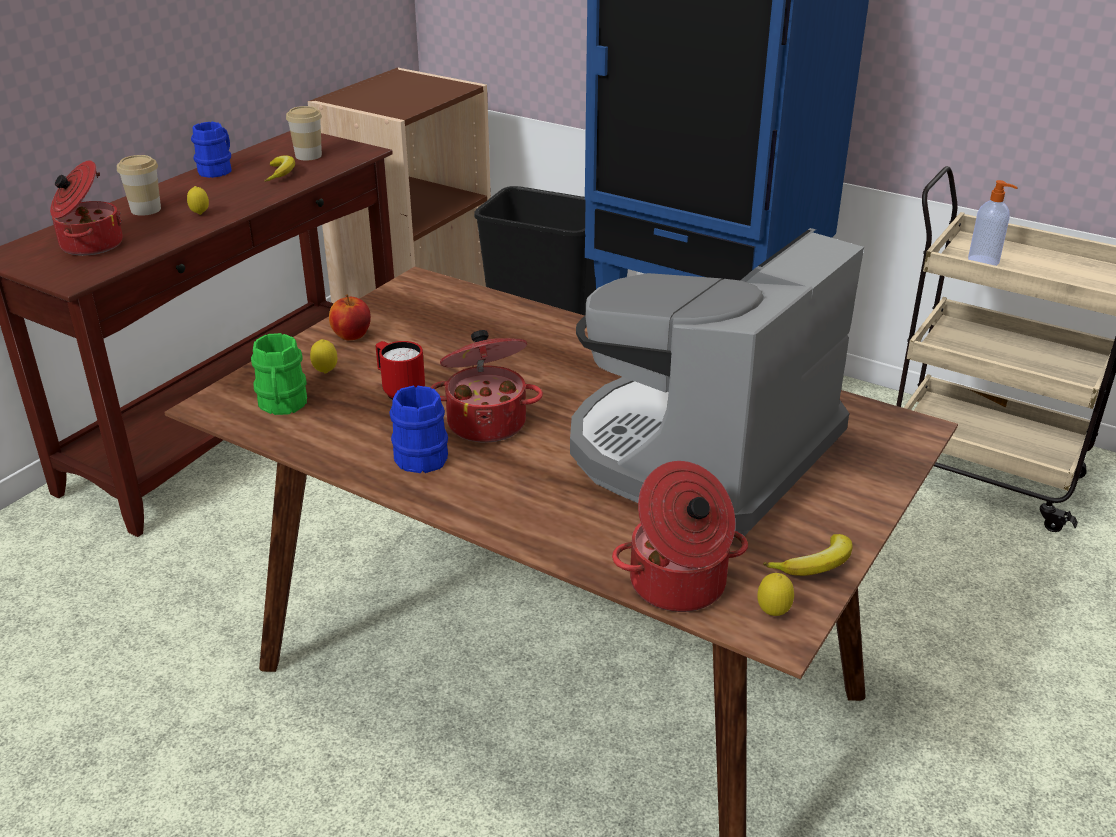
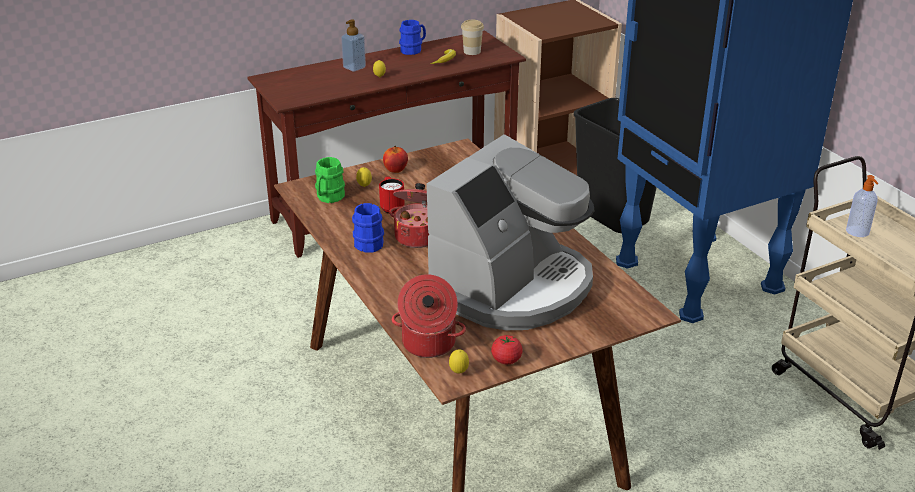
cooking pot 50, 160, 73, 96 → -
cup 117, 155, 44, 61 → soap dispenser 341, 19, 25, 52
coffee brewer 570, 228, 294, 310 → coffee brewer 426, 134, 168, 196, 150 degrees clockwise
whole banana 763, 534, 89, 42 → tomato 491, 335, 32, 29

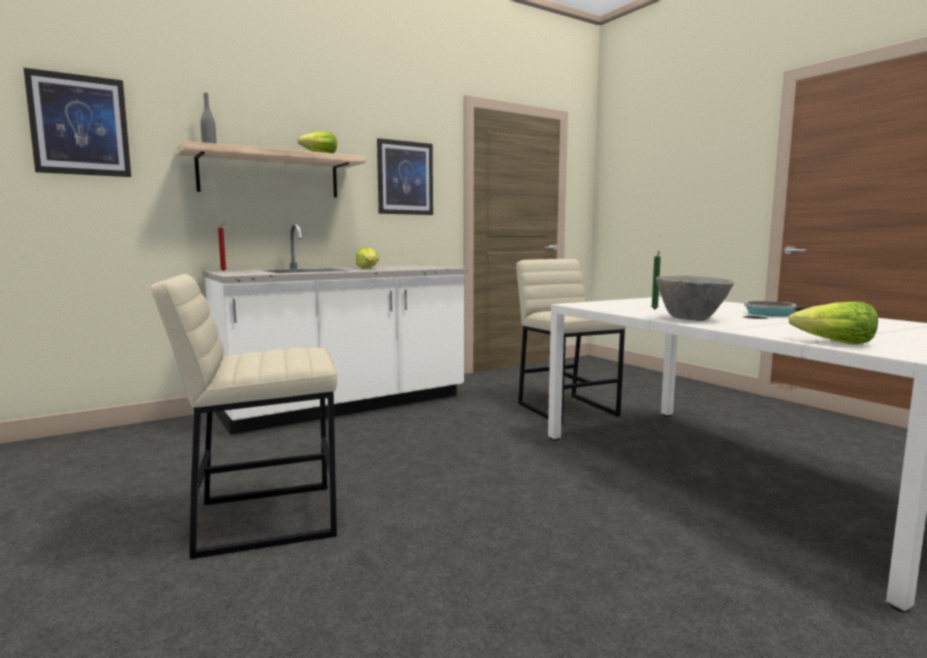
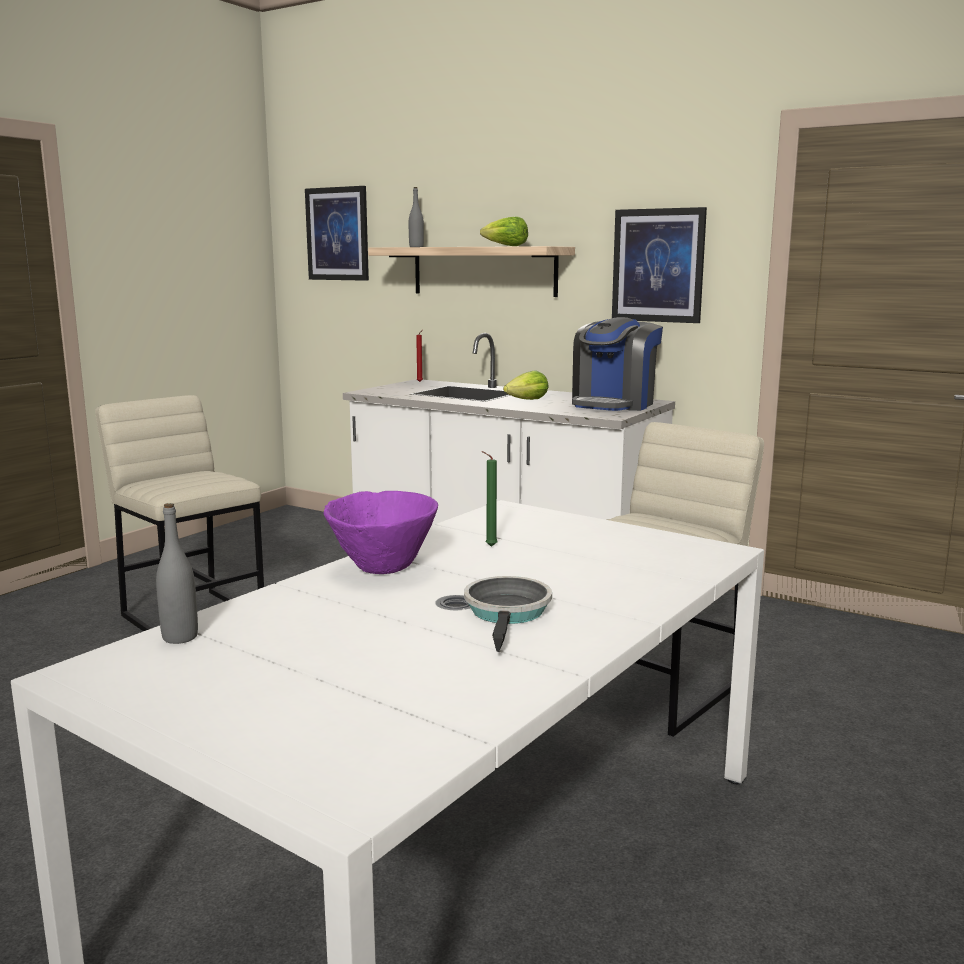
greyish serving bowl 656, 276, 78, 45 → purple serving bowl 323, 491, 115, 83
lettuce 789, 302, 89, 42 → greyish drink bottle 156, 503, 42, 141
- → coffee brewer 572, 317, 91, 94

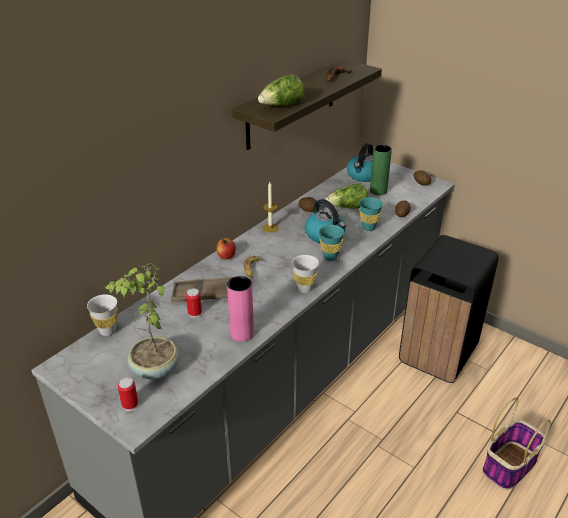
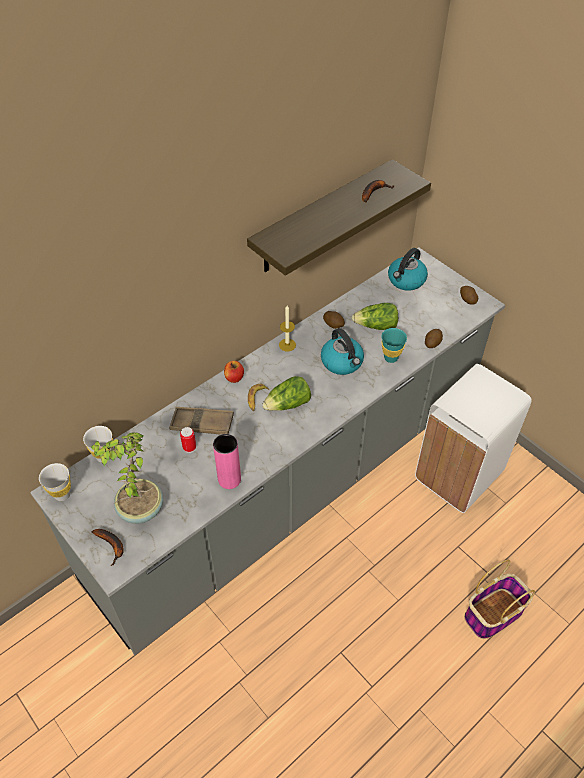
sealed can 118, 377, 20, 34 → whole banana 92, 529, 32, 37
lettuce 258, 74, 46, 32 → lettuce 262, 376, 49, 35, shifted
white cup 292, 255, 27, 38 → white cup 39, 463, 32, 38, shifted
turquoise cup 319, 225, 25, 36 → -
green-coloured decorative vase 370, 145, 22, 50 → -
black trash can 399, 235, 100, 148 → white trash can 415, 364, 117, 149

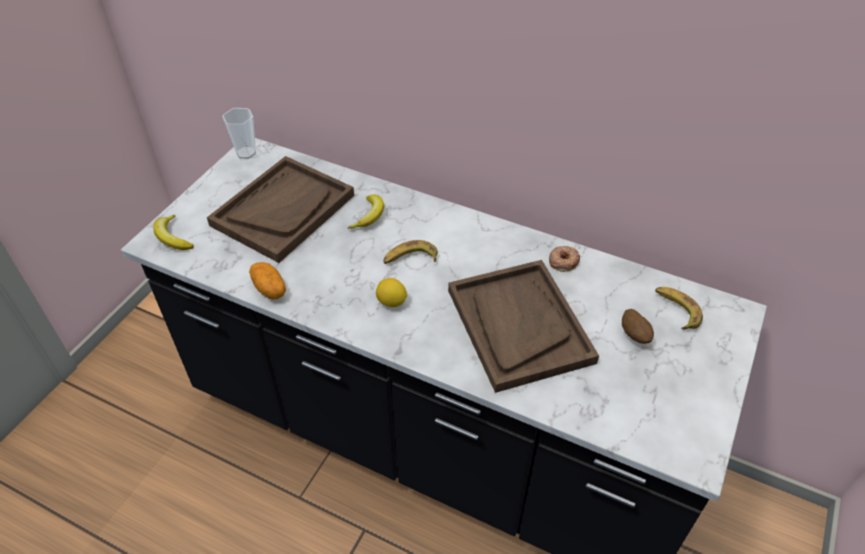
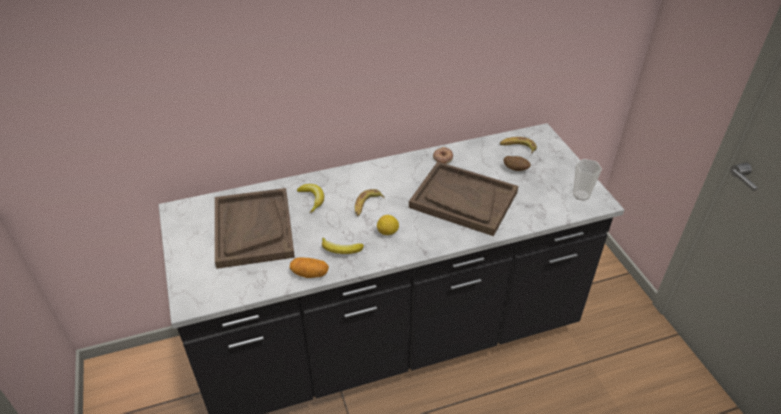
whole banana 153, 215, 41, 35 → whole banana 322, 238, 42, 16, shifted
cup 222, 108, 34, 51 → cup 573, 159, 29, 42, shifted

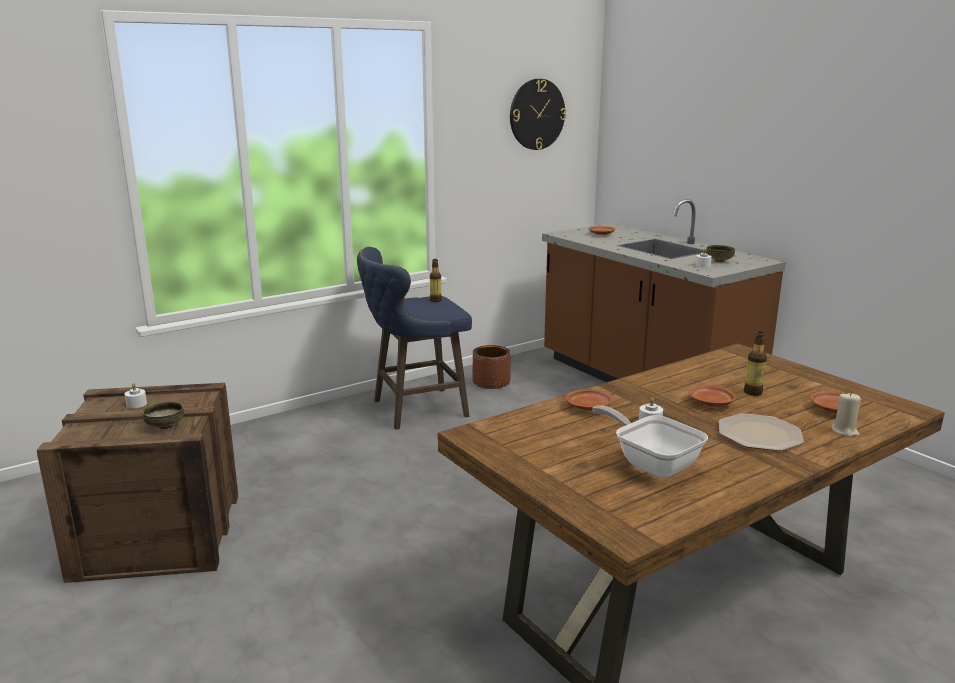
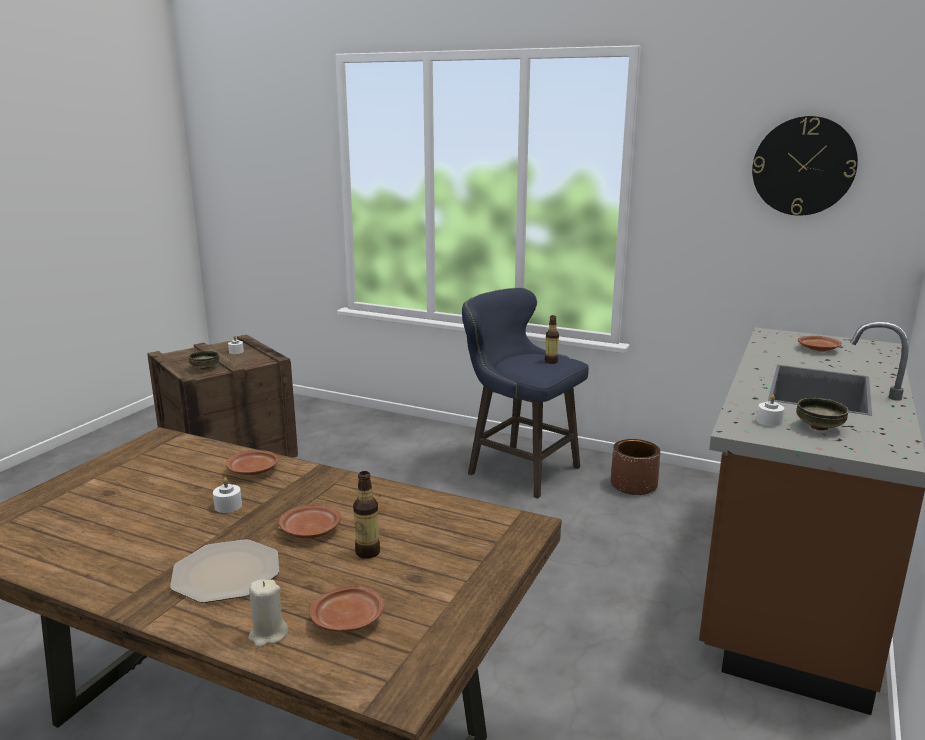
frying pan 592, 405, 116, 73 → -

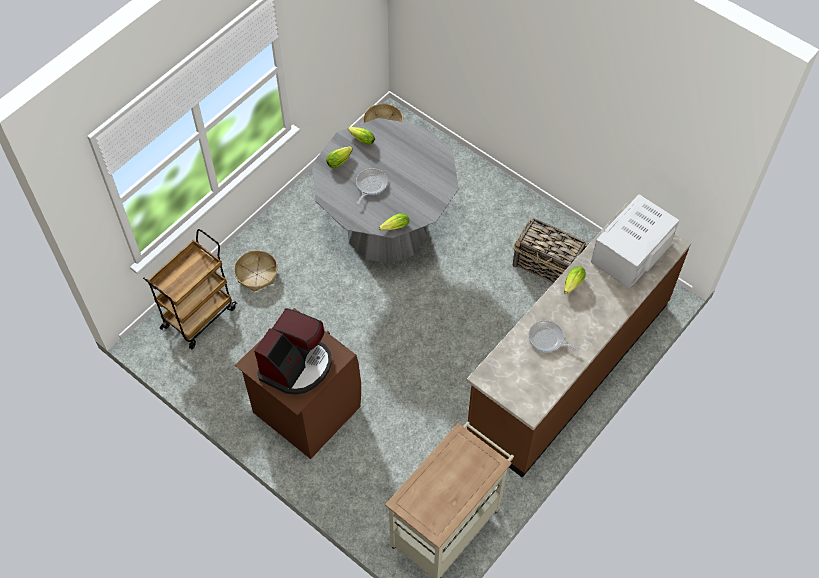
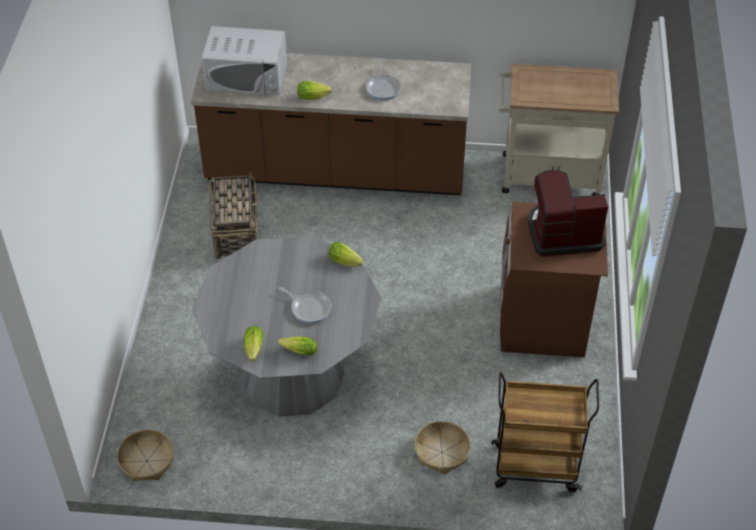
frying pan 356, 168, 32, 37 → frying pan 279, 287, 52, 37, 135 degrees counterclockwise

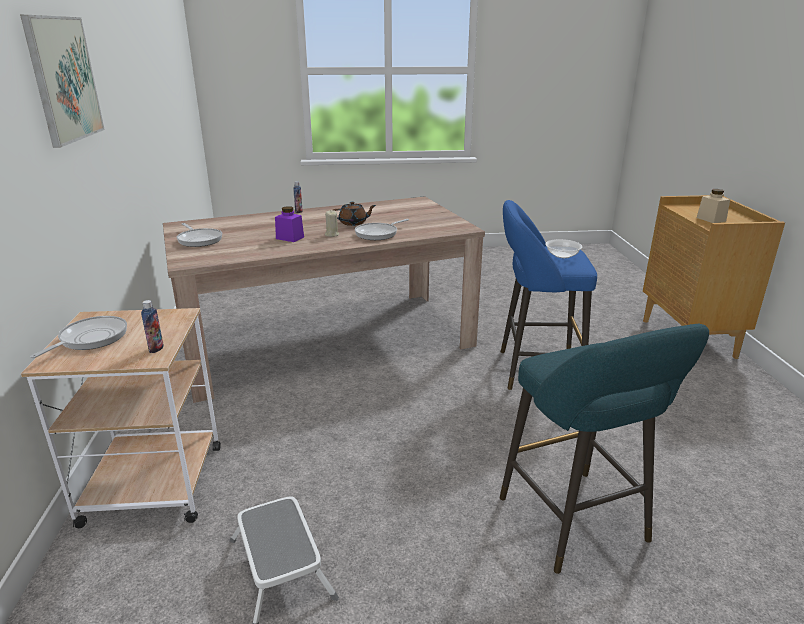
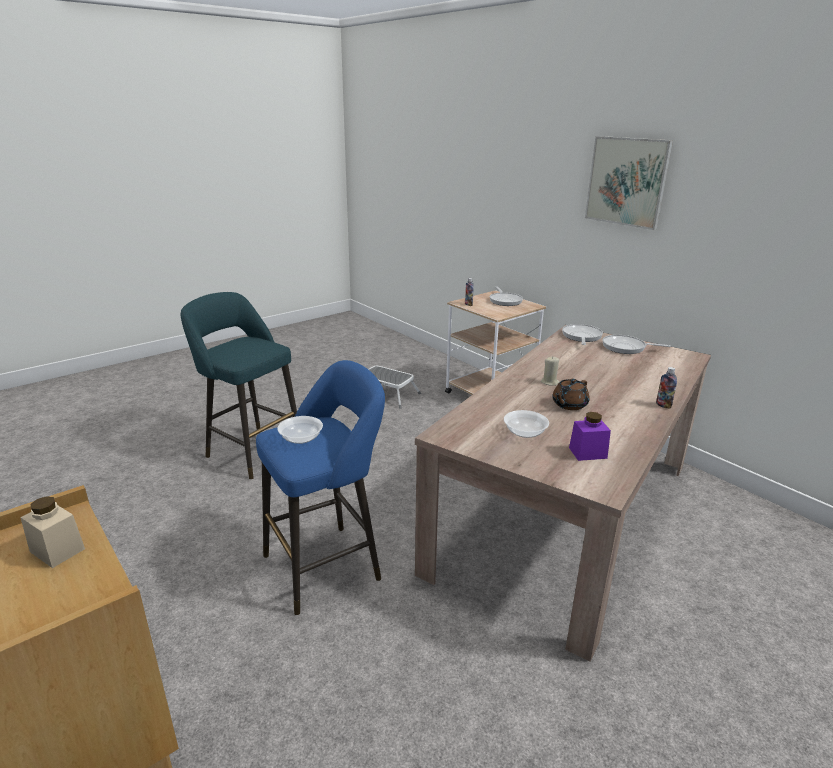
purple storage jar 275, 206, 29, 36 → purple storage jar 569, 412, 42, 49, shifted
frying pan 355, 219, 54, 21 → frying pan 562, 324, 41, 21, shifted
- → serving bowl 504, 410, 45, 28

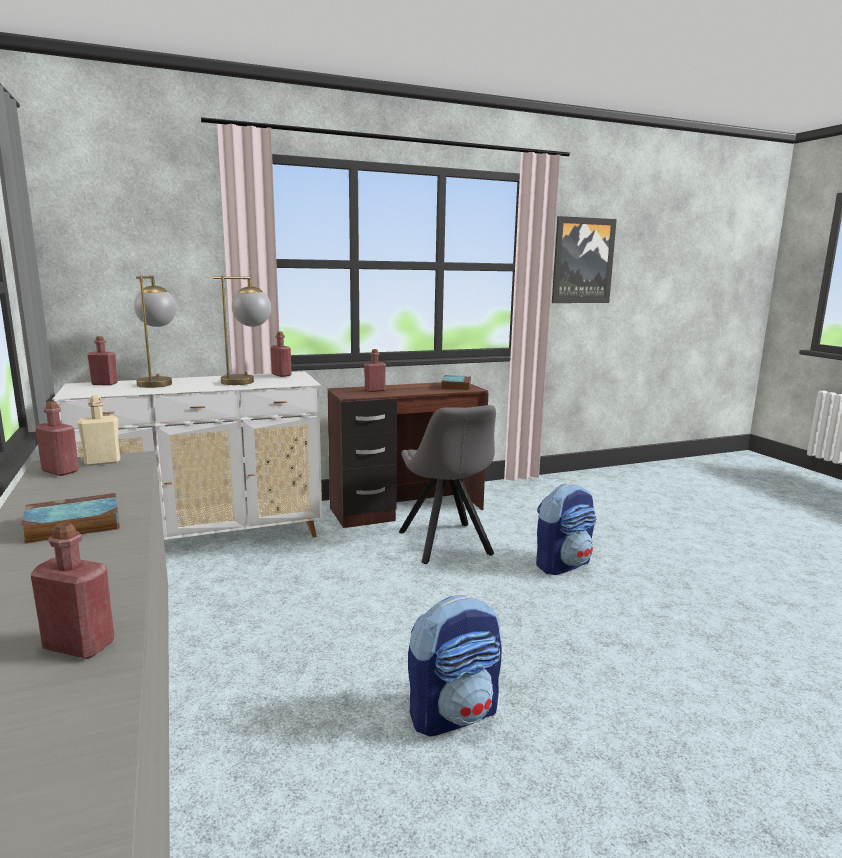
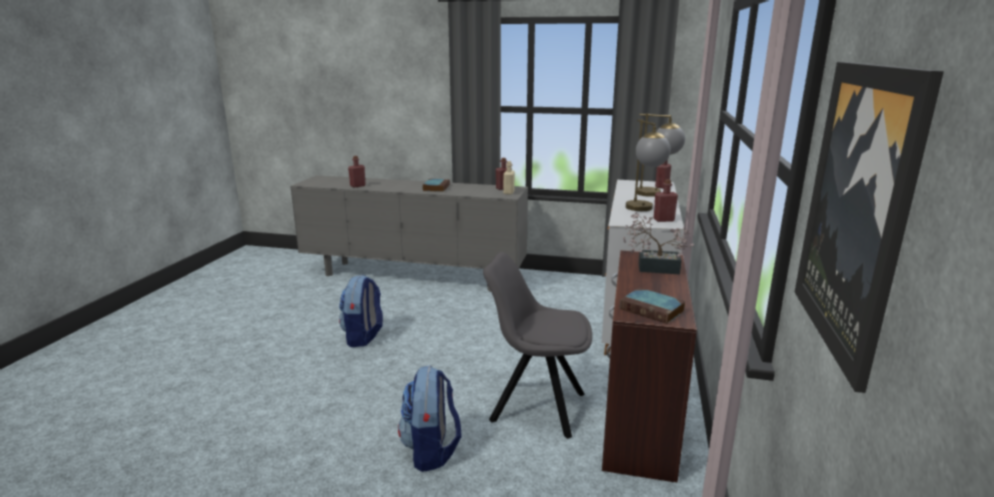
red drink bottle 364, 349, 22, 43 → houseplant 623, 212, 71, 63

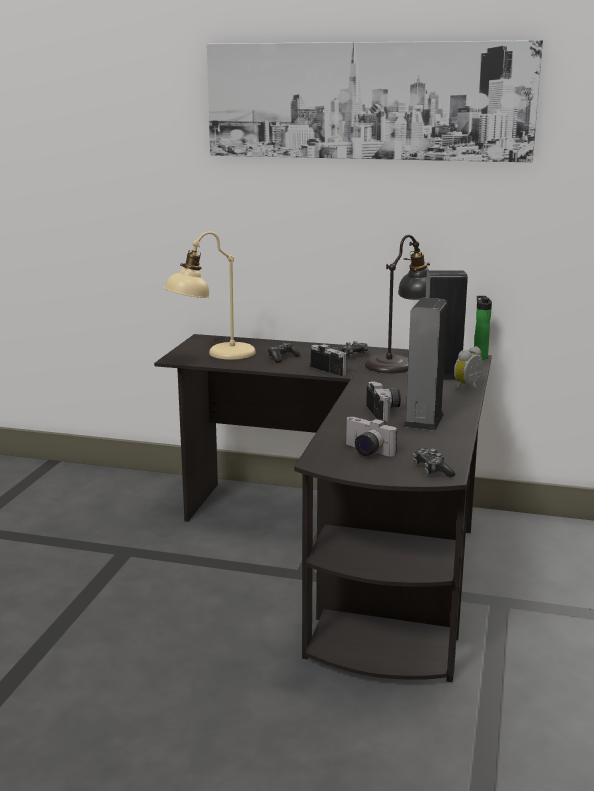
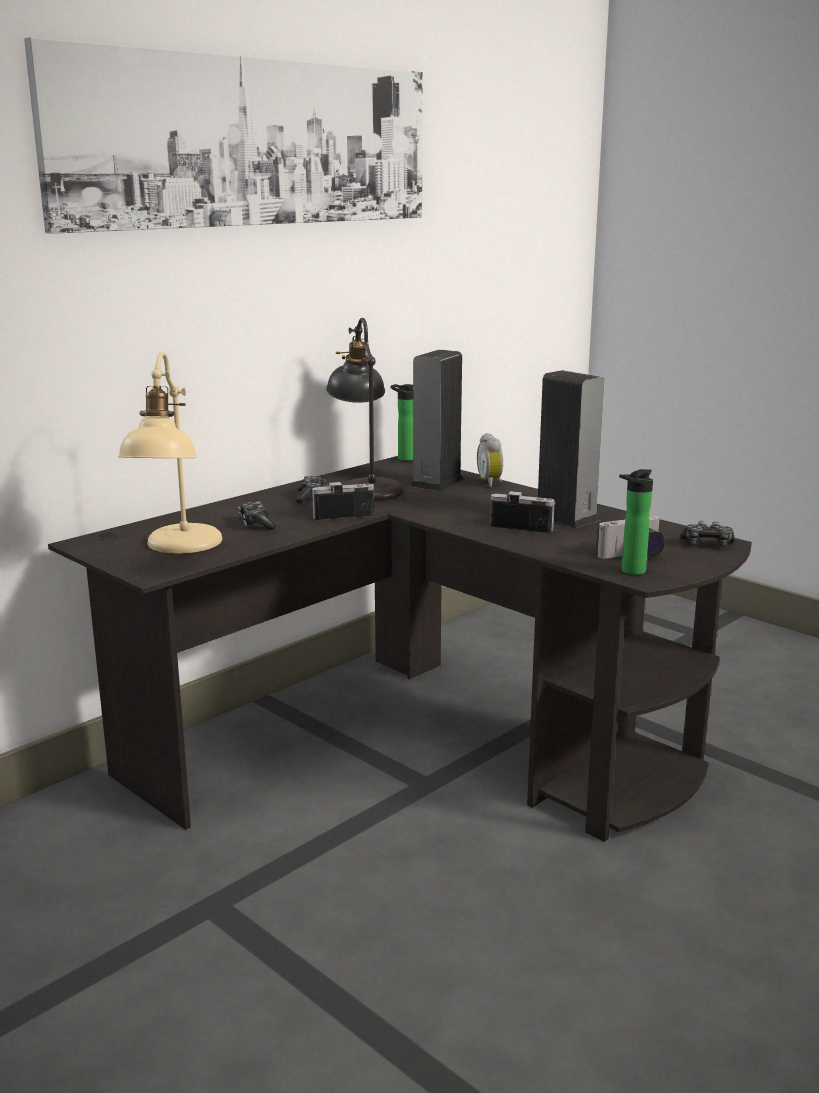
- → drink bottle 619, 469, 34, 106

